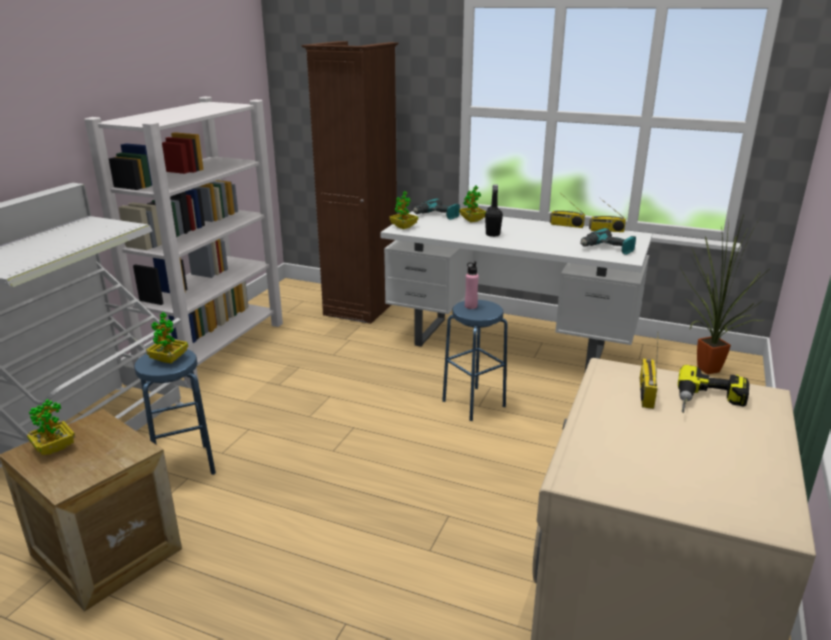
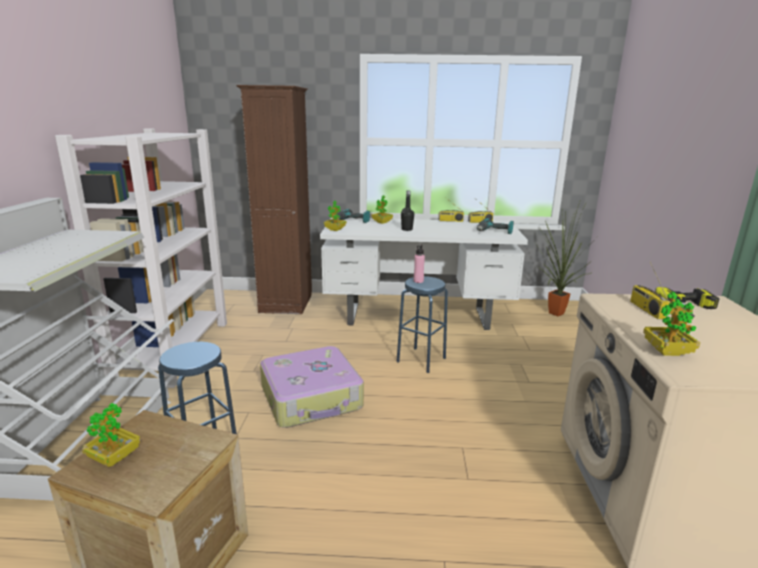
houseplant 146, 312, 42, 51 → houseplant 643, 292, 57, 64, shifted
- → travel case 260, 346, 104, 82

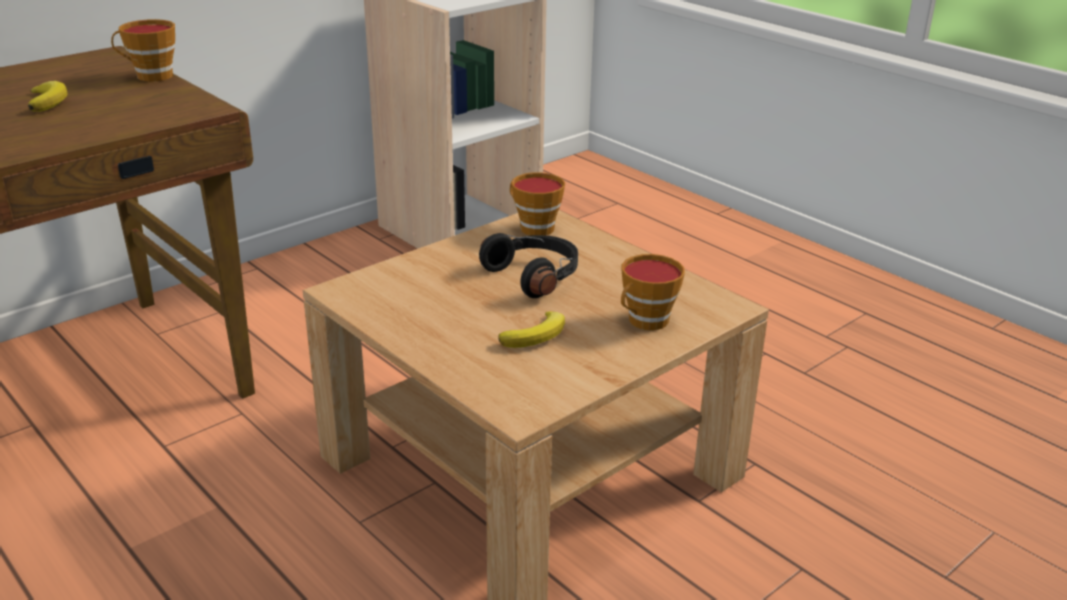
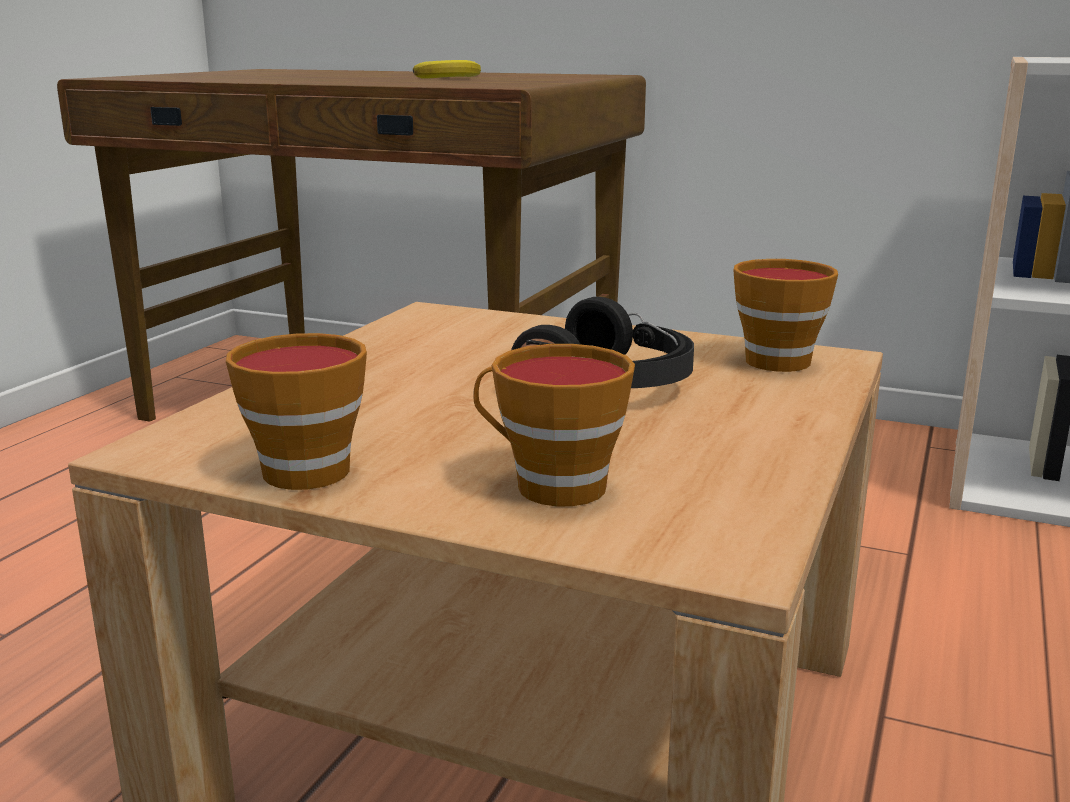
cup 111, 19, 64, 63 → cup 226, 333, 141, 157, shifted
whole banana 498, 311, 67, 37 → -

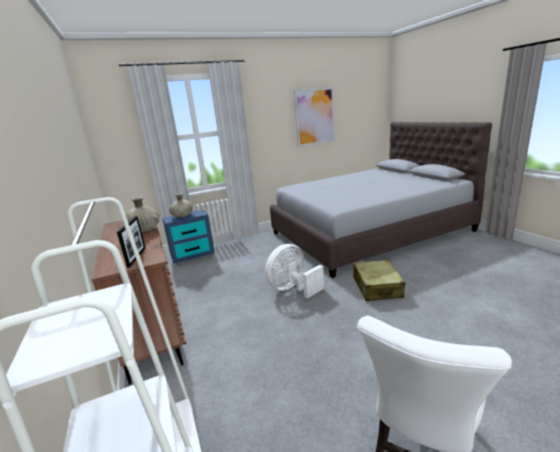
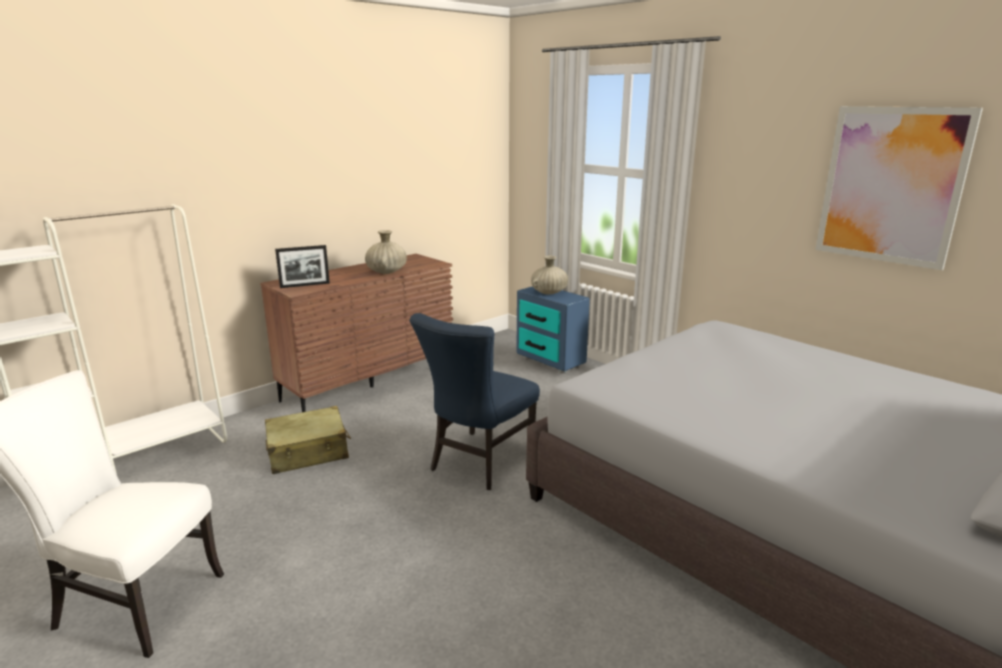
white cooling fan 265, 244, 59, 54 → blue plain chair 409, 313, 131, 177
sand-coloured travel case 353, 260, 52, 41 → sand-coloured travel case 265, 406, 86, 68, shifted

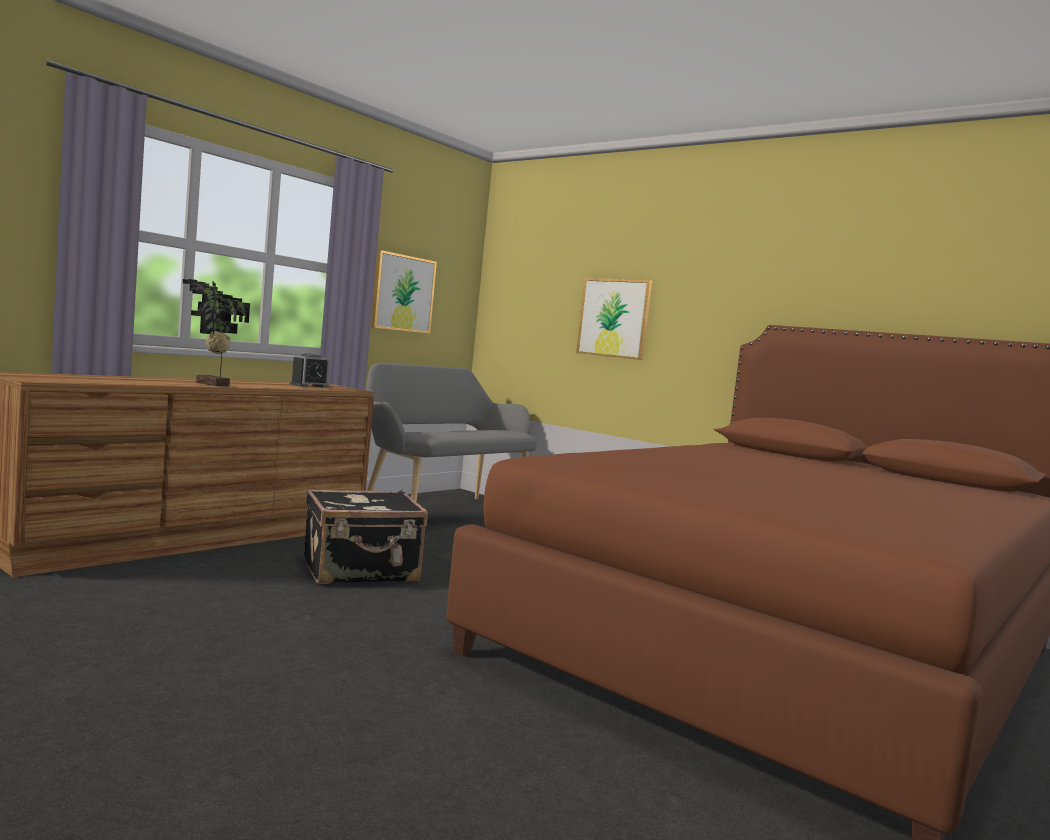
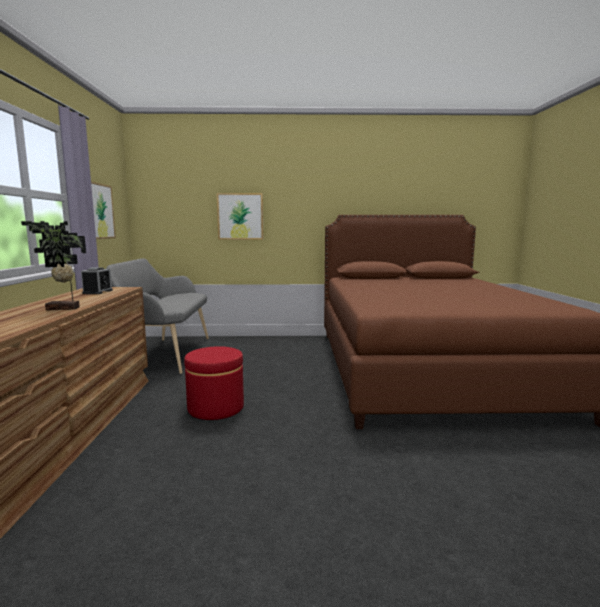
black travel case 304, 489, 124, 95 → red ottoman 184, 346, 60, 74

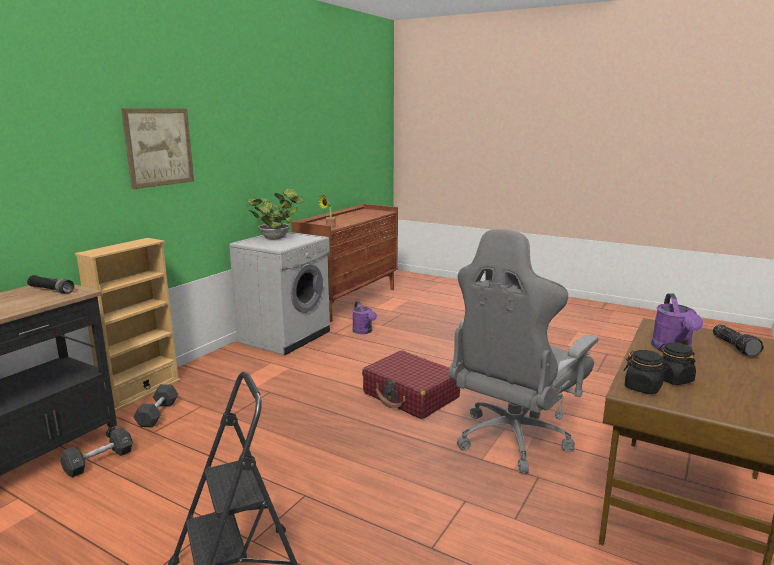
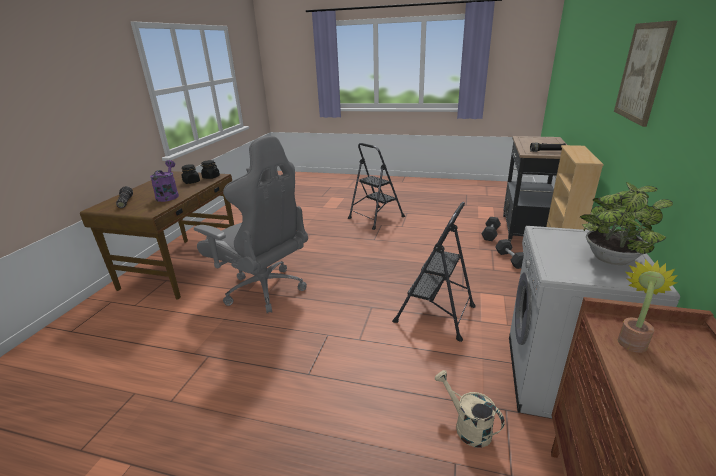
purple watering can 352, 301, 25, 33 → sand-coloured watering can 435, 370, 70, 78
red travel case 362, 350, 98, 69 → -
greyish computer chair 449, 229, 149, 244 → greyish computer chair 194, 136, 114, 177, 105 degrees clockwise
- → black stepladder 392, 202, 84, 140

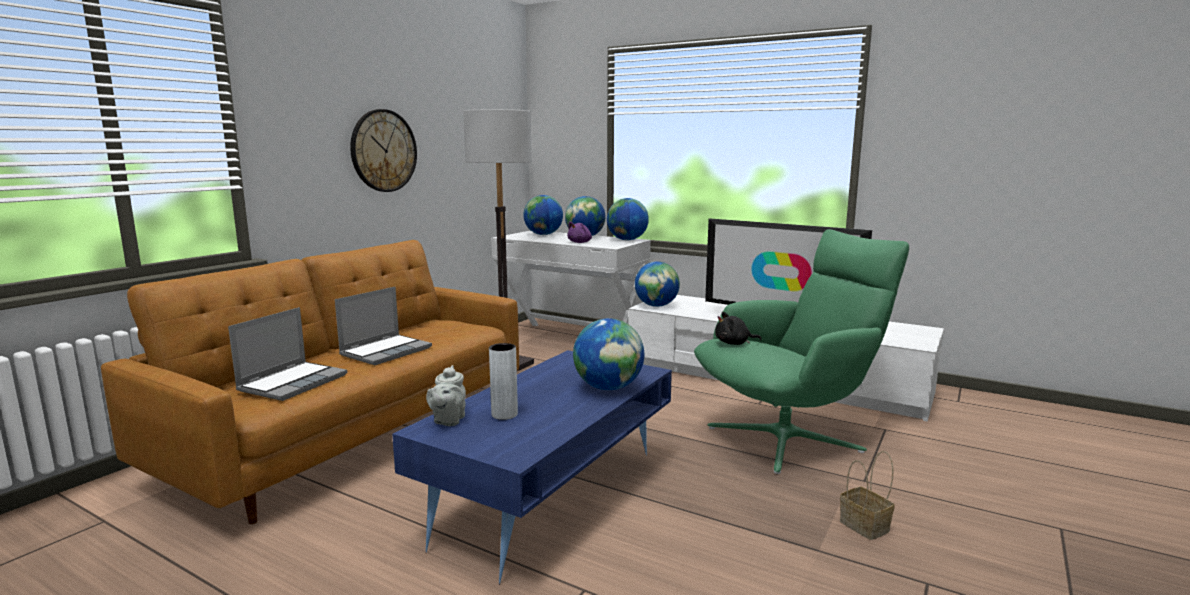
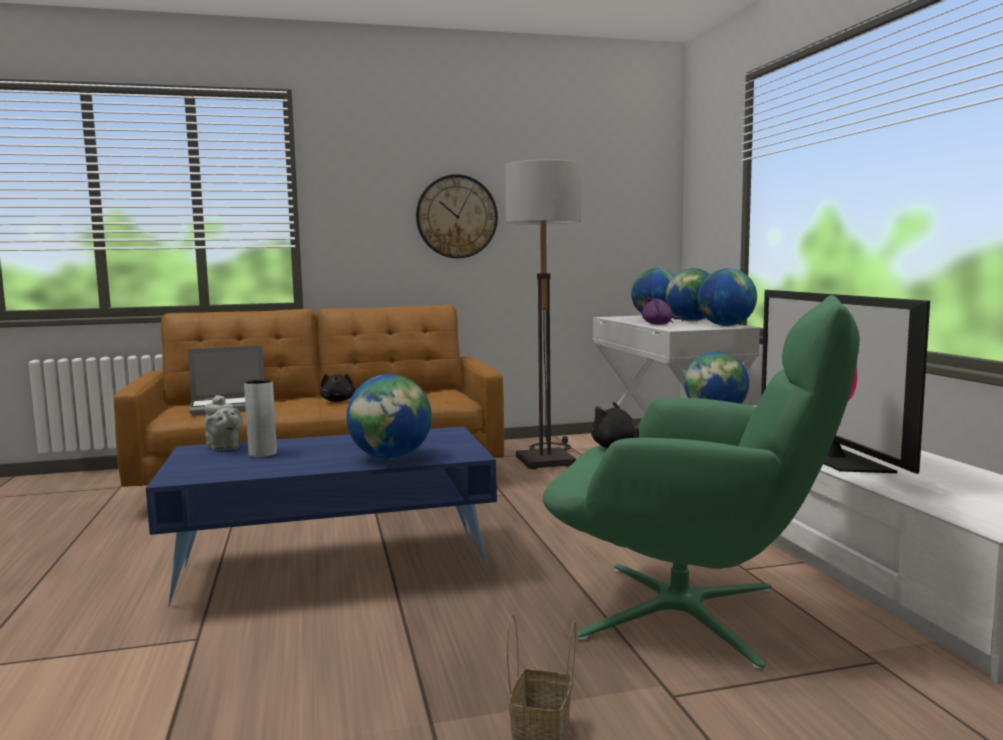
notebook computer 335, 287, 97, 78 → black cuddly toy 320, 373, 35, 29
greyish teapot 426, 365, 40, 61 → greyish teapot 204, 395, 39, 55, 90 degrees counterclockwise

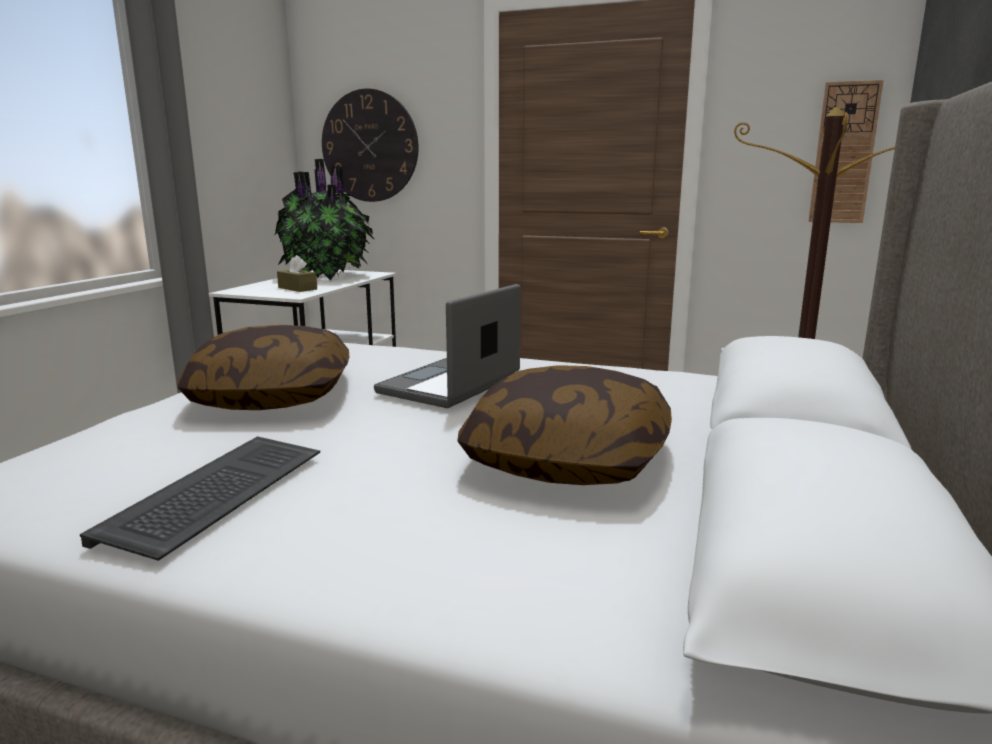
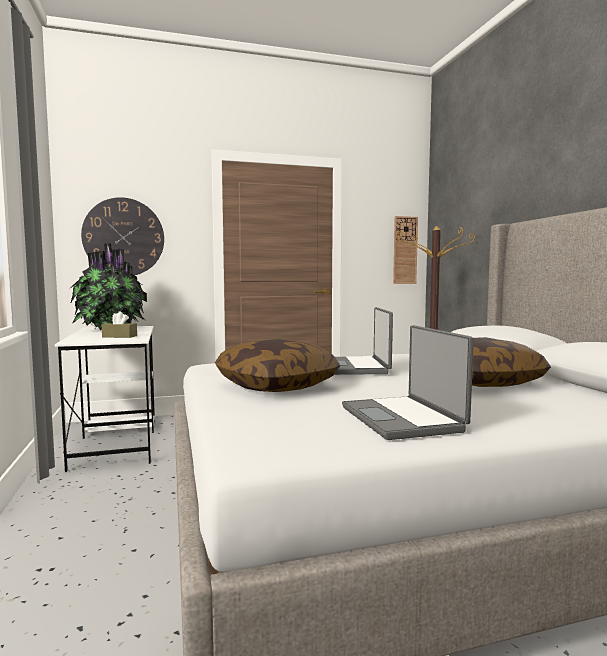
keyboard 80, 436, 240, 125 → notebook computer 342, 325, 132, 115

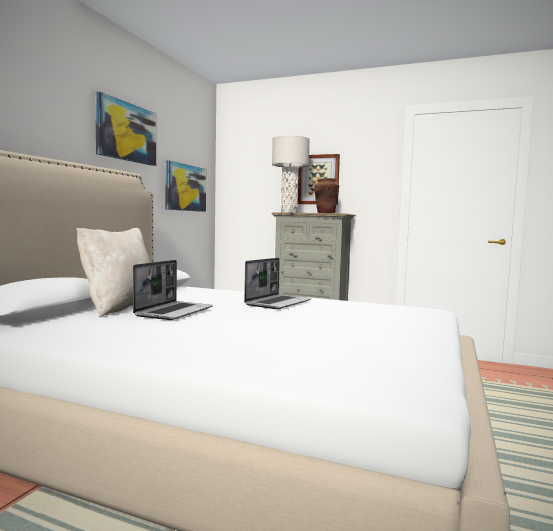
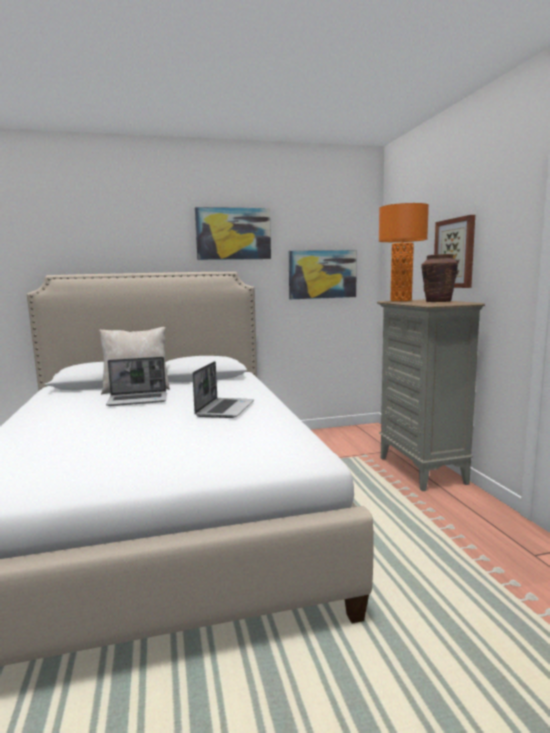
notebook computer 244, 258, 67, 51 → notebook computer 192, 361, 62, 57, 75 degrees counterclockwise
white table lamp 272, 136, 38, 77 → orangey table lamp 379, 203, 50, 98

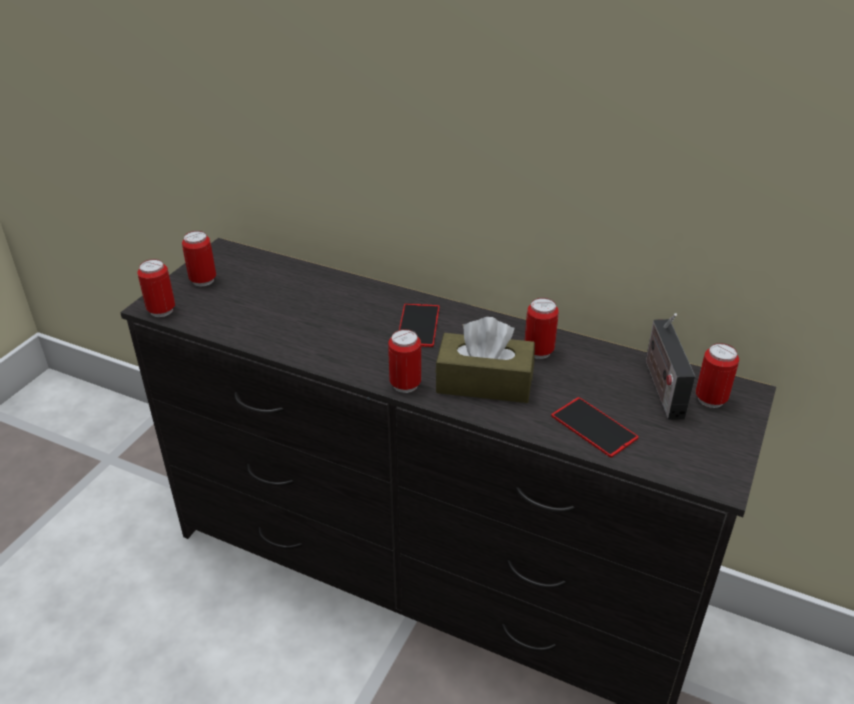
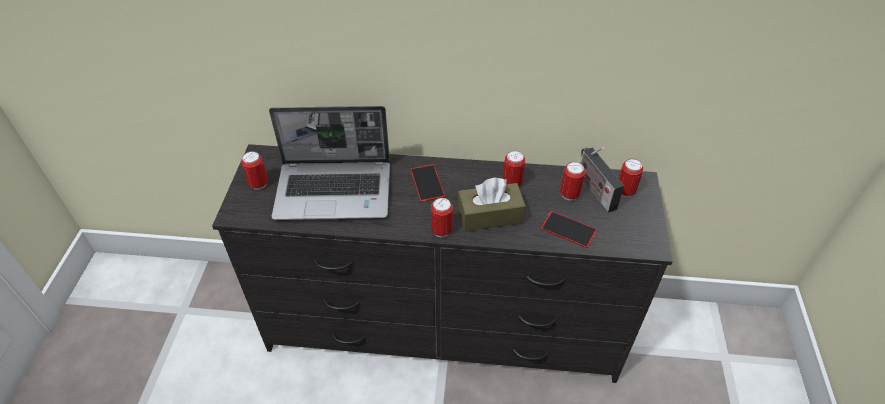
sealed can 137, 259, 38, 58 → sealed can 560, 162, 25, 38, shifted
- → notebook computer 269, 106, 121, 114

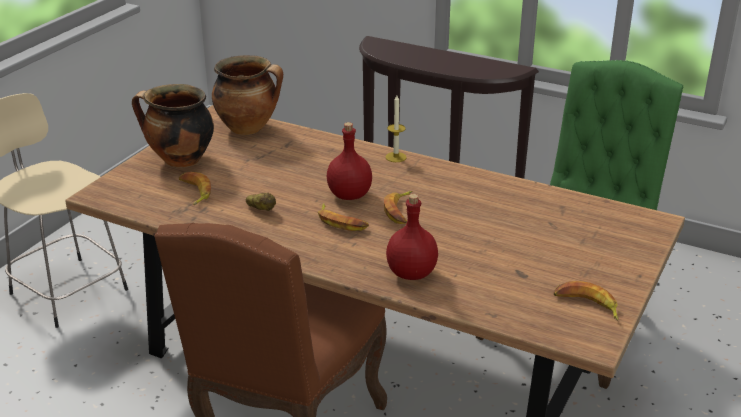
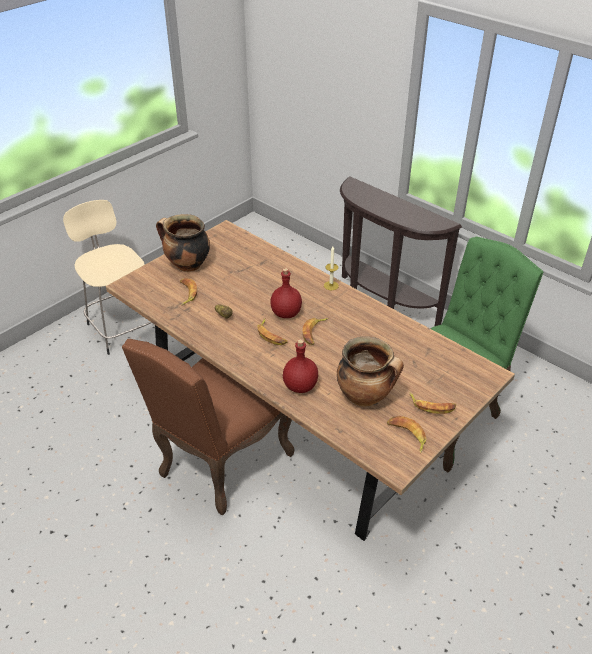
cooking pot 212, 55, 71, 80 → cooking pot 337, 336, 67, 71, shifted
- → whole banana 409, 392, 47, 22

